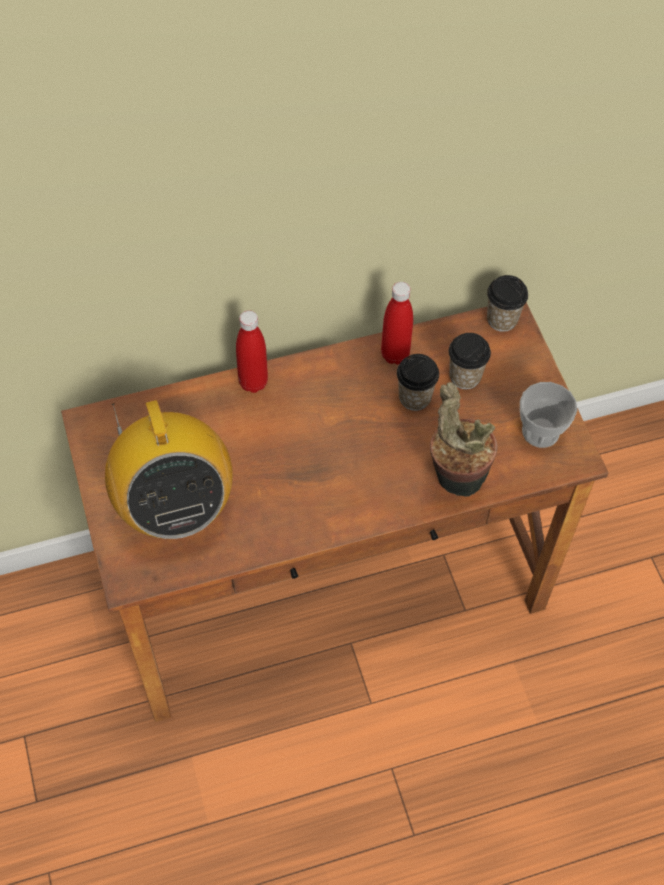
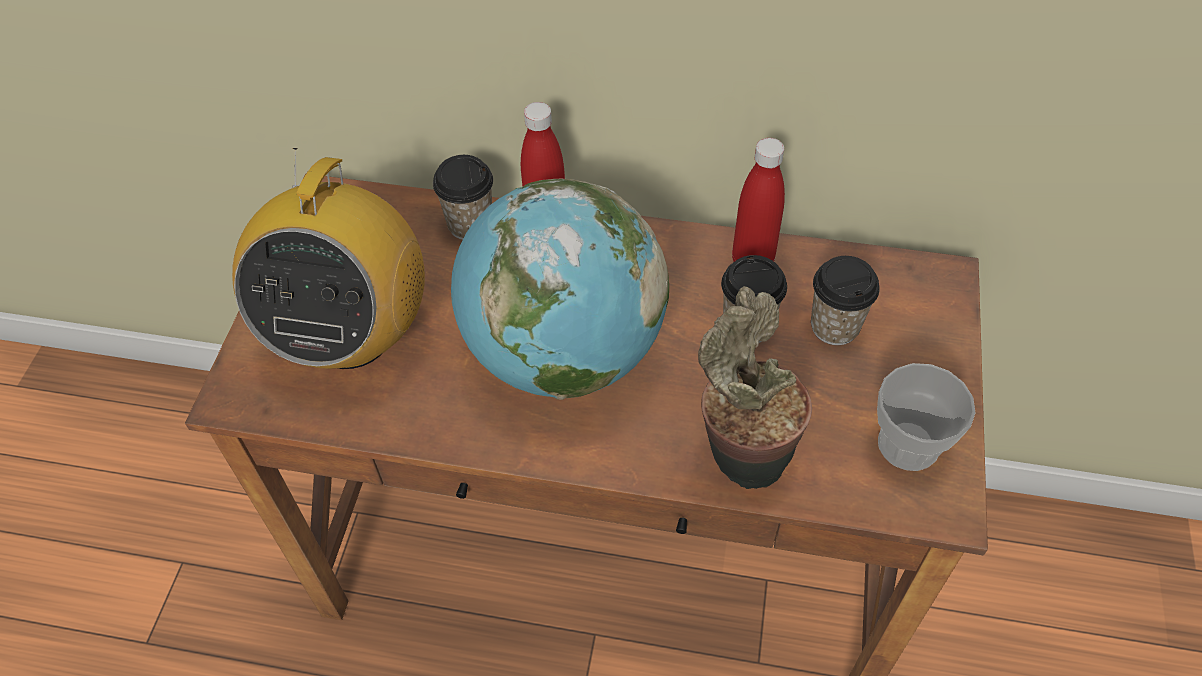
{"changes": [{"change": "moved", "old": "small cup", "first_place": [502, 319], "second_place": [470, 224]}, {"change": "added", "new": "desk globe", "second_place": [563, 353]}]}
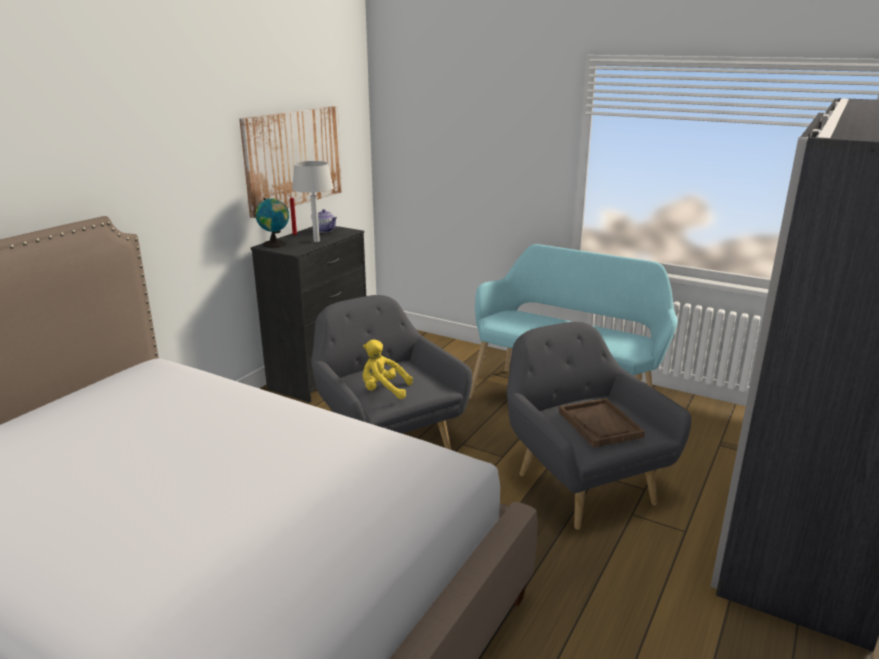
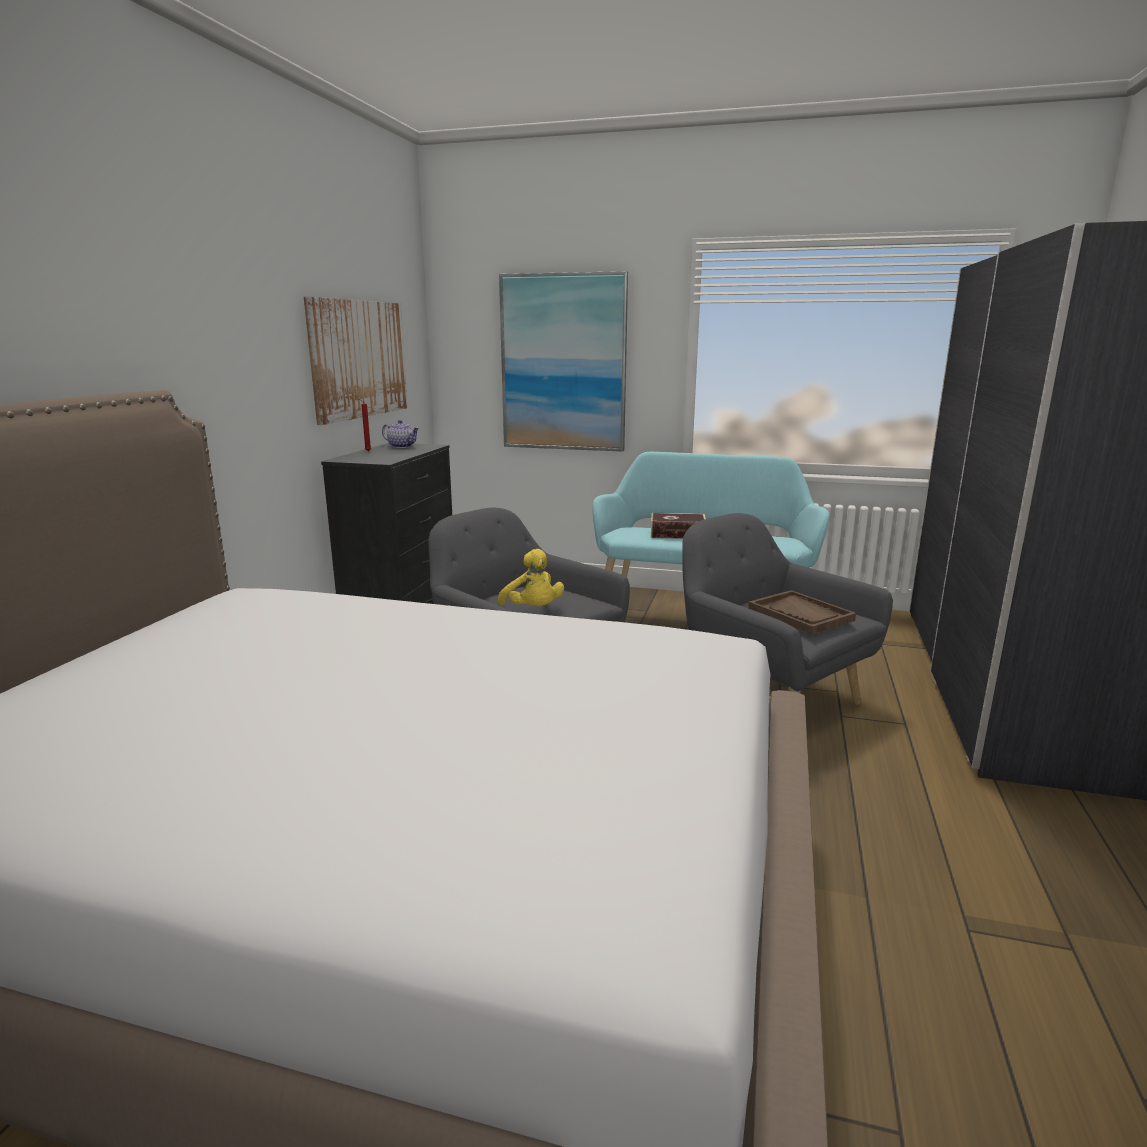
{"changes": [{"change": "removed", "old": "desk globe", "first_place": [275, 244]}, {"change": "removed", "old": "table lamp in gray", "first_place": [316, 241]}, {"change": "turned", "old": "plush toy in yellowish", "first_place": [383, 390], "second_place": [533, 610], "degrees": -120}, {"change": "added", "new": "picture", "second_place": [563, 363]}, {"change": "added", "new": "bound book", "second_place": [677, 534]}]}
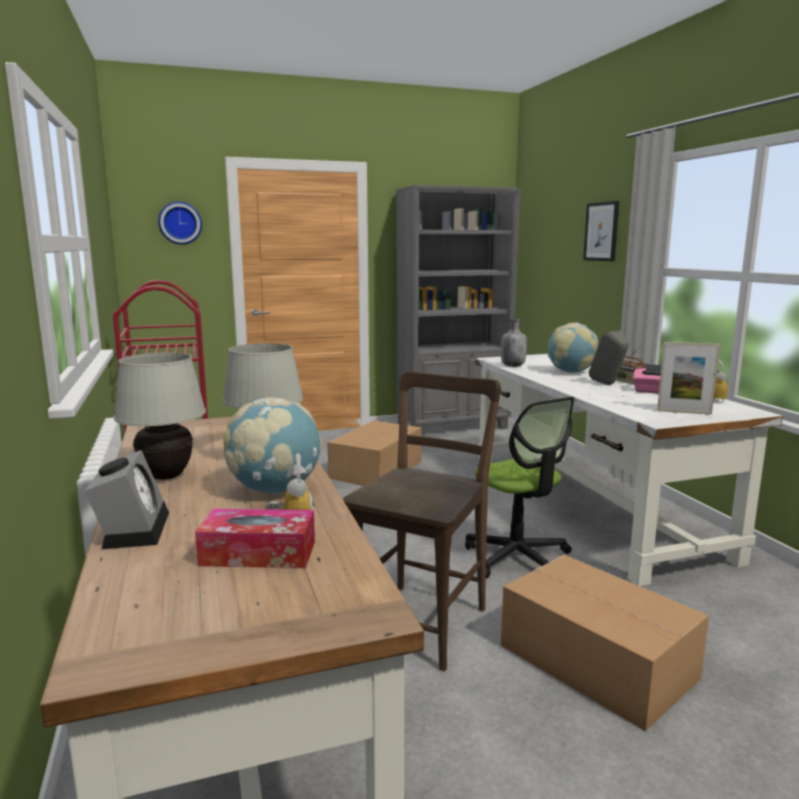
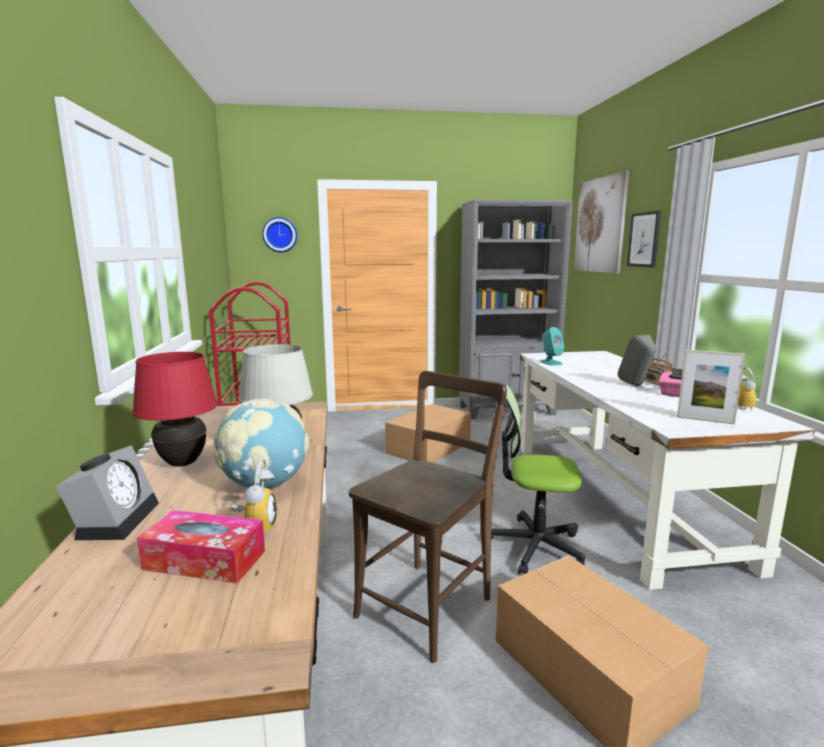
{"changes": [{"change": "recoloured", "old": "table lamp in white-coloured", "new": "table lamp in reddish", "first_place": [166, 477], "second_place": [182, 463]}, {"change": "turned", "old": "office chair", "first_place": [517, 558], "second_place": [535, 546], "degrees": 120}, {"change": "replaced", "old": "bottle in gray", "new": "audio speaker in blue-green", "first_place": [513, 366], "second_place": [550, 362]}, {"change": "removed", "old": "desk globe", "first_place": [571, 372]}, {"change": "added", "new": "picture", "second_place": [600, 225]}]}
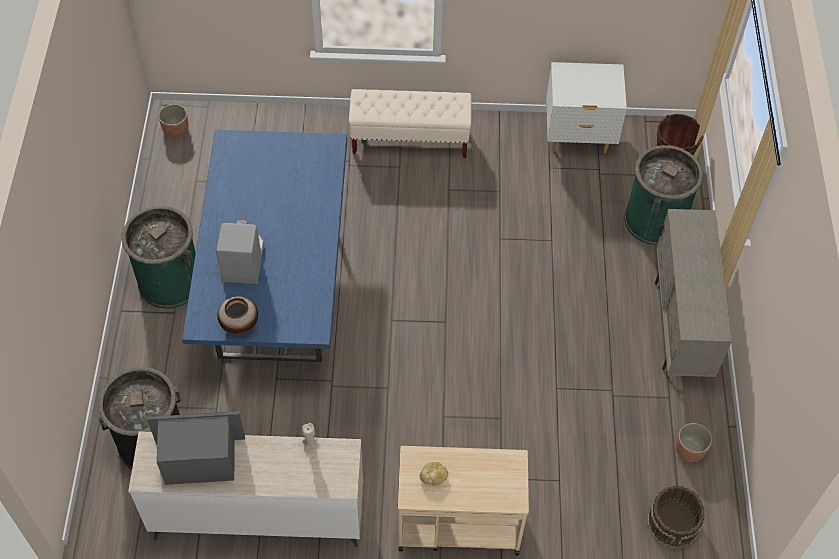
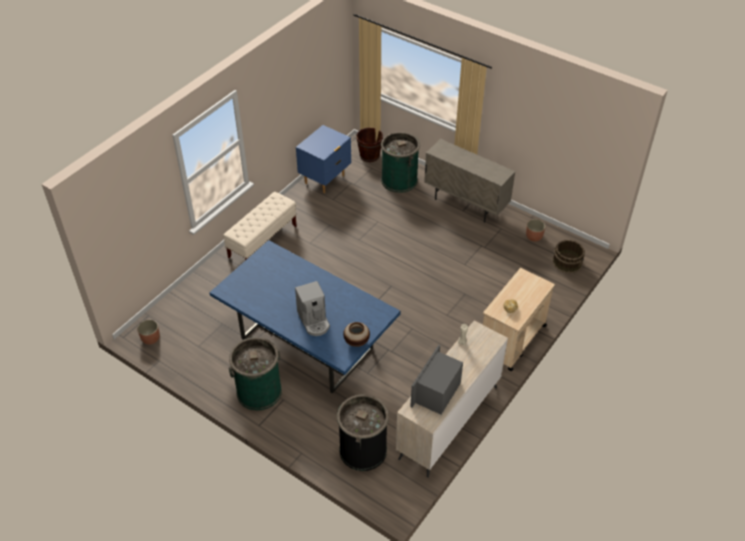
{"changes": [{"change": "turned", "old": "coffee maker", "first_place": [243, 260], "second_place": [314, 320], "degrees": -150}, {"change": "recoloured", "old": "nightstand in white-coloured", "new": "nightstand in blue", "first_place": [578, 138], "second_place": [325, 180]}]}
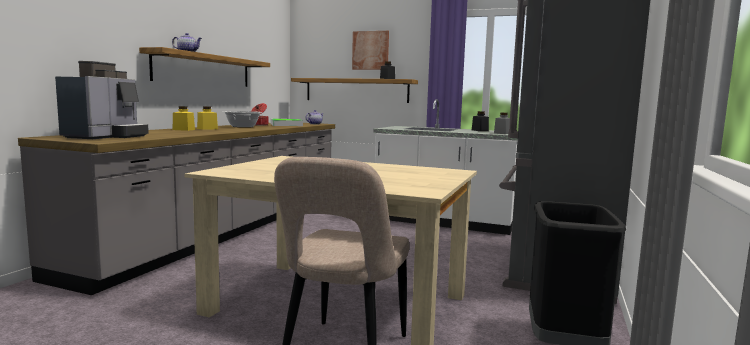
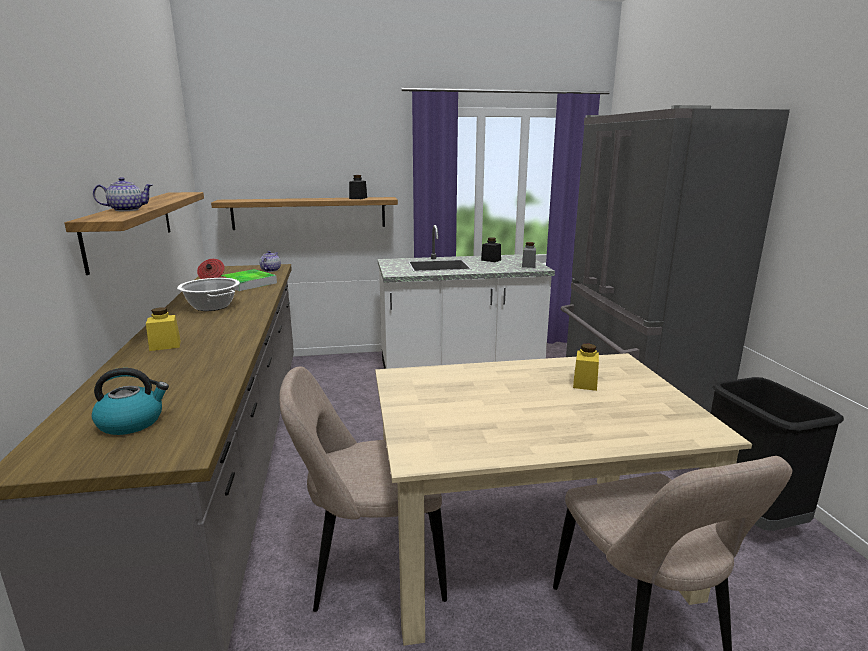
{"changes": [{"change": "replaced", "old": "coffee maker", "new": "tea kettle", "first_place": [106, 136], "second_place": [132, 422]}, {"change": "moved", "old": "jar in yellowish", "first_place": [207, 129], "second_place": [585, 383]}, {"change": "removed", "old": "picture", "first_place": [370, 50]}, {"change": "added", "new": "chair in beige-coloured", "second_place": [371, 569]}]}
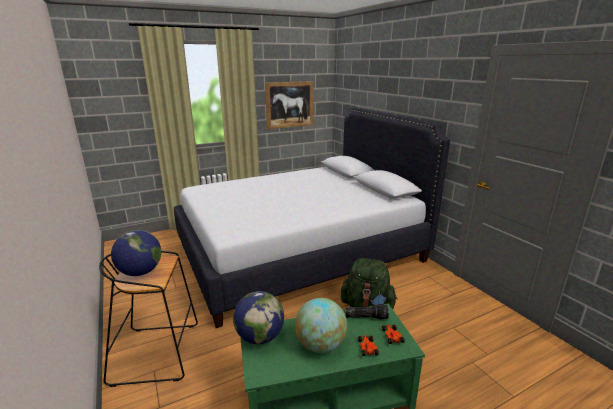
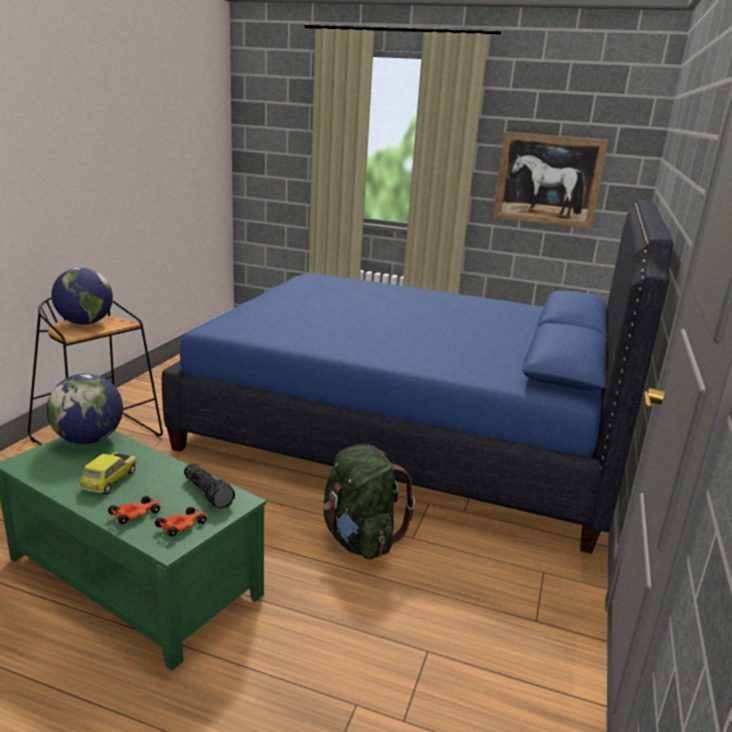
{"changes": [{"change": "recoloured", "old": "sleeping bed in white-coloured", "new": "sleeping bed in blue", "first_place": [299, 252], "second_place": [407, 431]}, {"change": "replaced", "old": "desk globe", "new": "miniature car", "first_place": [320, 345], "second_place": [109, 480]}]}
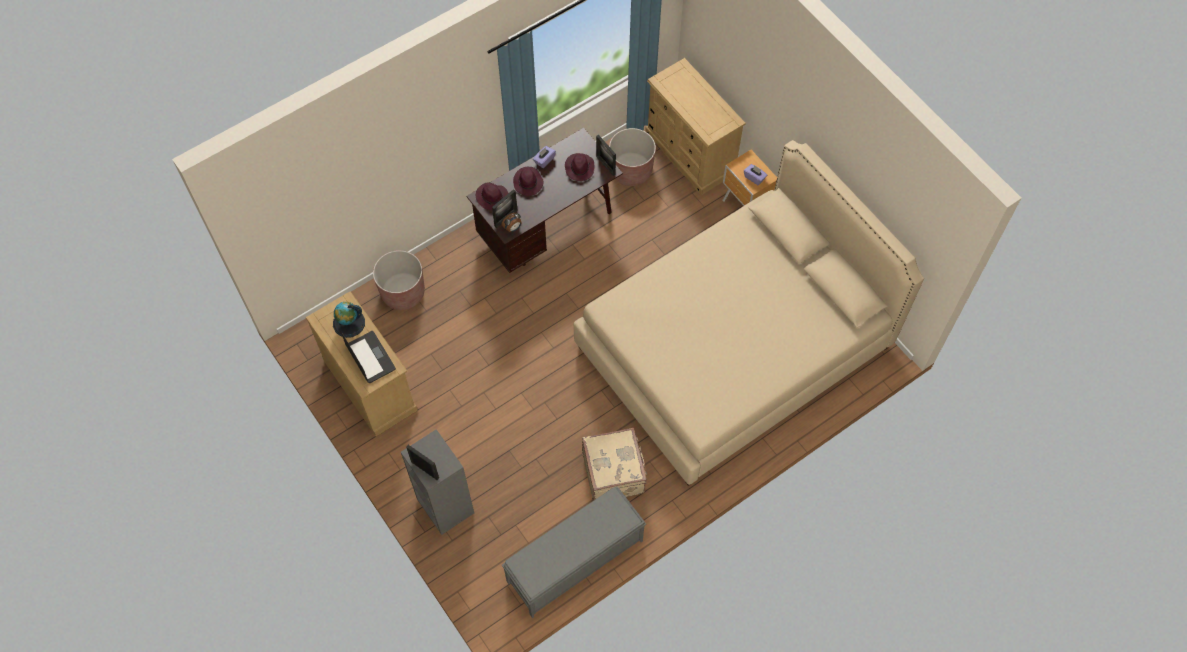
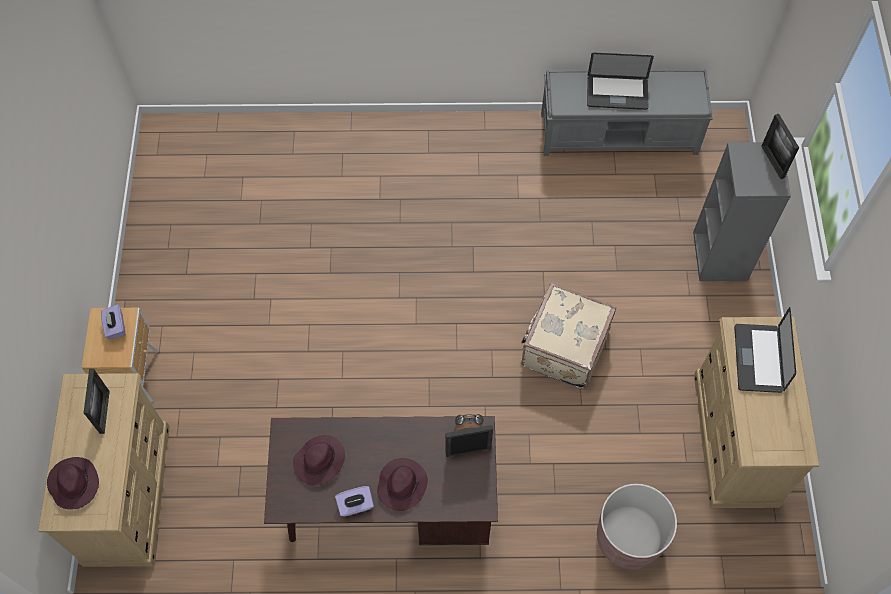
{"changes": [{"change": "removed", "old": "desk globe", "first_place": [349, 323]}, {"change": "moved", "old": "wearable hat in purple-coloured", "first_place": [493, 197], "second_place": [74, 483]}, {"change": "removed", "old": "sleeping bed in beige-coloured", "first_place": [733, 347]}, {"change": "moved", "old": "piece of luggage in beige-coloured", "first_place": [614, 472], "second_place": [563, 348]}, {"change": "moved", "old": "standing frame", "first_place": [605, 165], "second_place": [104, 412]}, {"change": "removed", "old": "plant pot in brown", "first_place": [631, 171]}, {"change": "added", "new": "notebook computer", "second_place": [617, 93]}]}
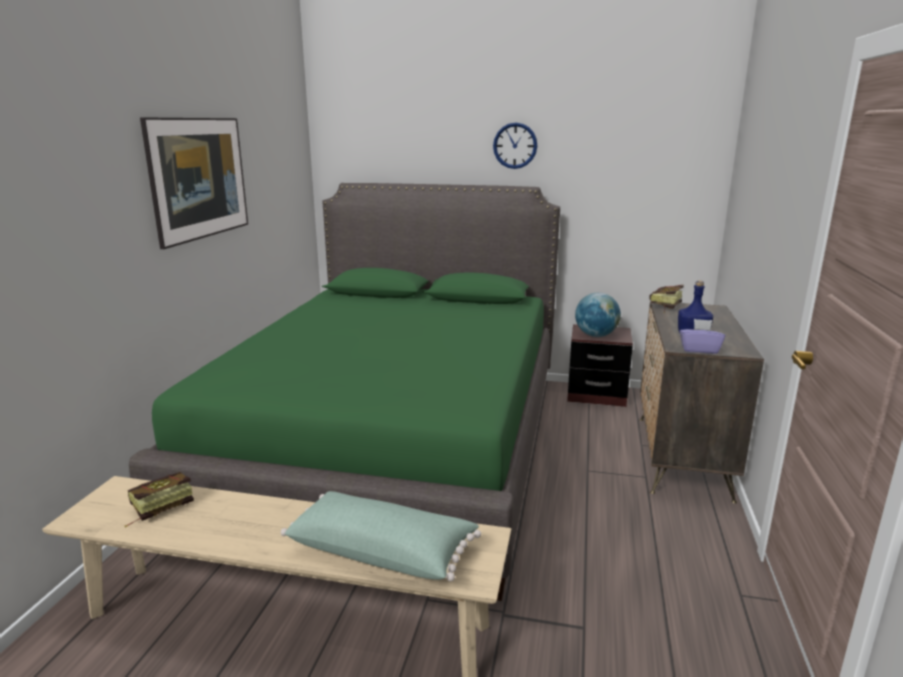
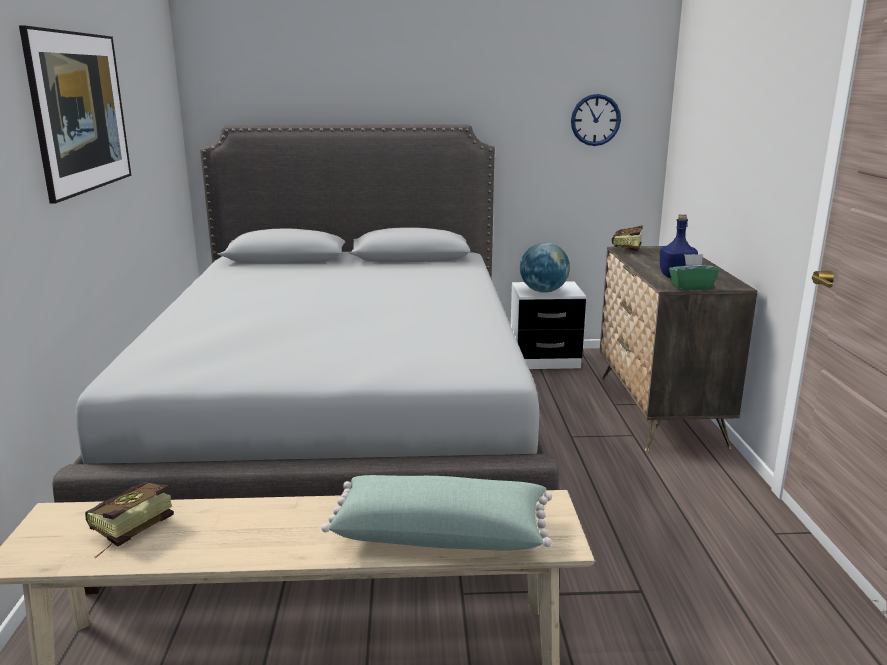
{"changes": [{"change": "recoloured", "old": "sleeping bed in green-coloured", "new": "sleeping bed in gray", "first_place": [395, 445], "second_place": [344, 437]}, {"change": "moved", "old": "wall clock", "first_place": [515, 145], "second_place": [595, 120]}, {"change": "recoloured", "old": "nightstand in brown", "new": "nightstand in white-coloured", "first_place": [596, 395], "second_place": [544, 360]}, {"change": "recoloured", "old": "tissue holder in purple-coloured", "new": "tissue holder in green-coloured", "first_place": [699, 349], "second_place": [691, 287]}]}
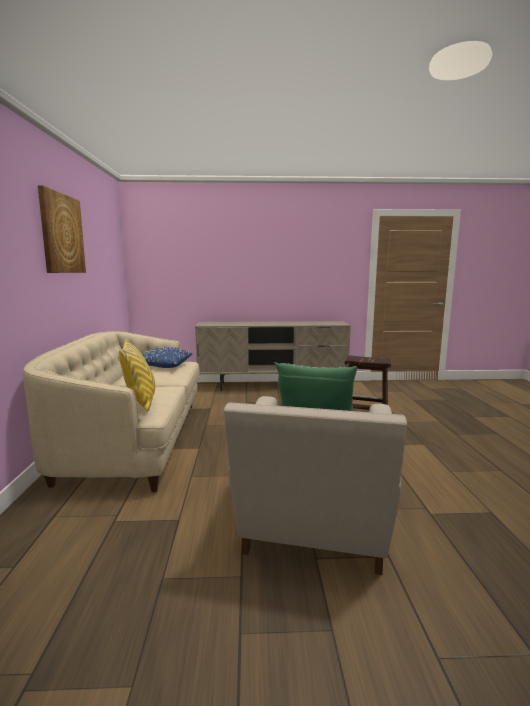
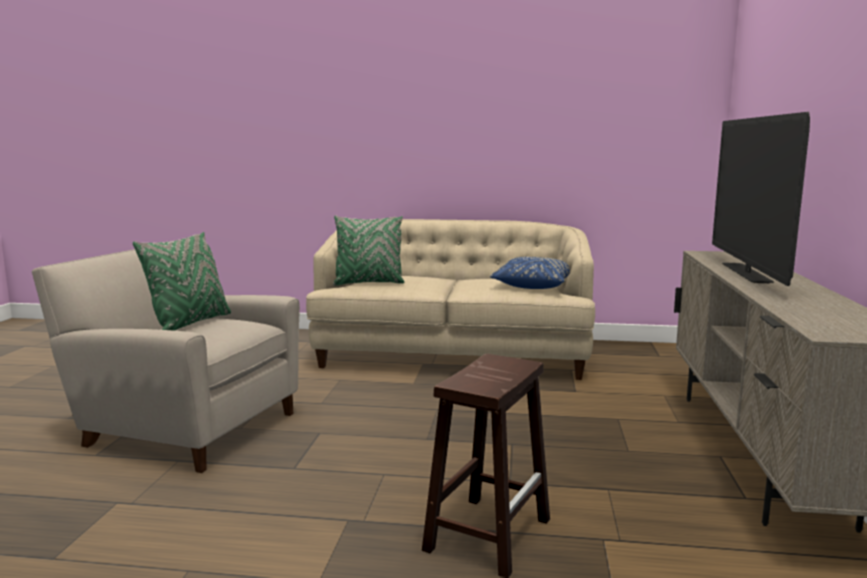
{"changes": [{"change": "removed", "old": "picture", "first_place": [61, 234]}, {"change": "recoloured", "old": "pillow in yellowish", "new": "pillow in green-coloured", "first_place": [140, 401], "second_place": [369, 283]}, {"change": "added", "new": "TV set", "second_place": [746, 273]}]}
